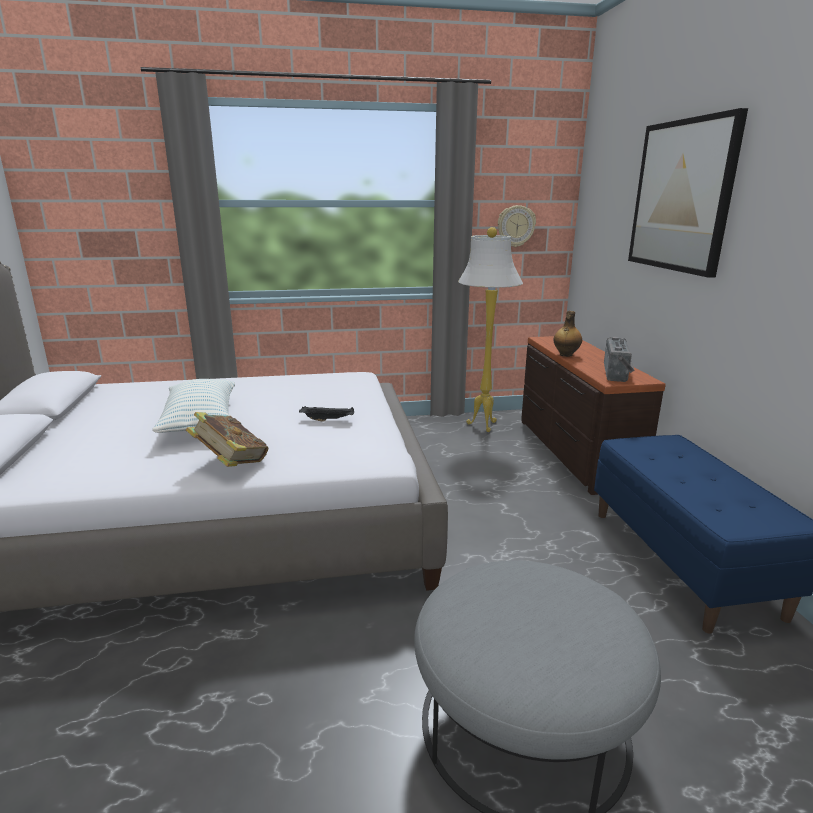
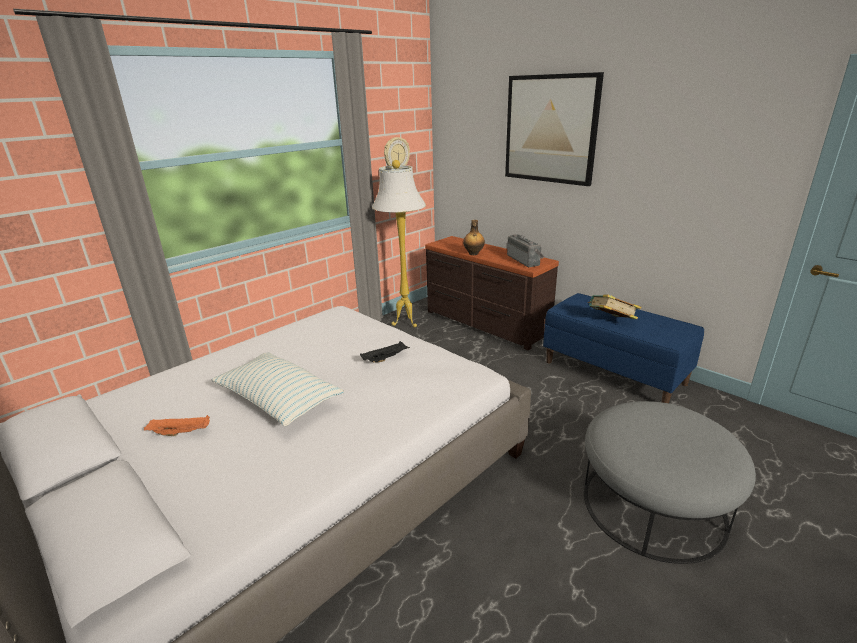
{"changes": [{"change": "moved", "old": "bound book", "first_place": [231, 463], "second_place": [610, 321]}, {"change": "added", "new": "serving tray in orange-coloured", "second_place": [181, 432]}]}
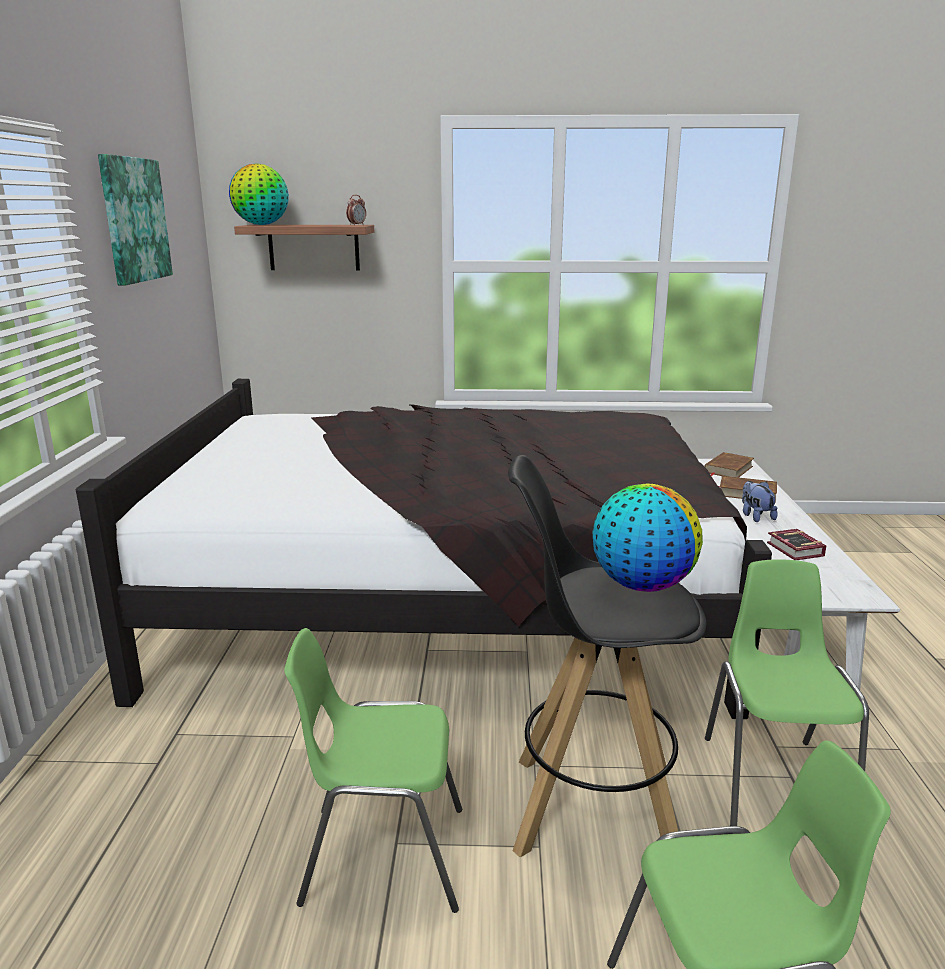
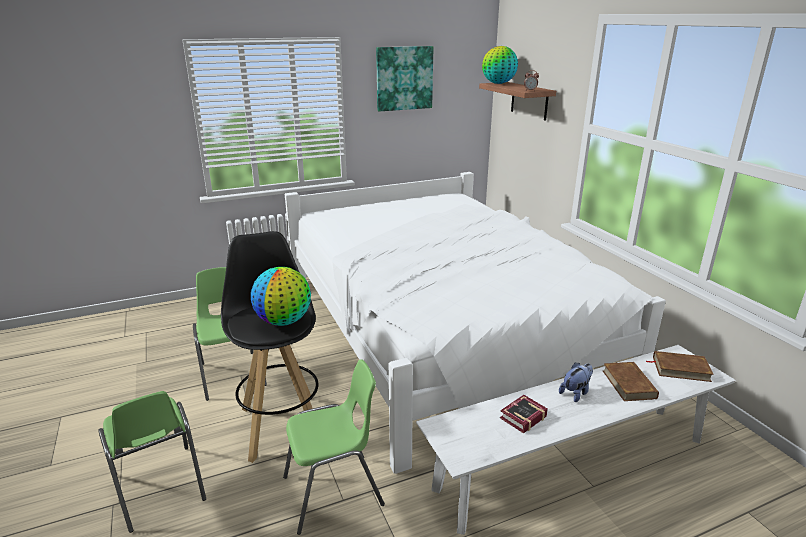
{"changes": [{"change": "recoloured", "old": "sleeping bed in black", "new": "sleeping bed in white-coloured", "first_place": [447, 599], "second_place": [443, 333]}]}
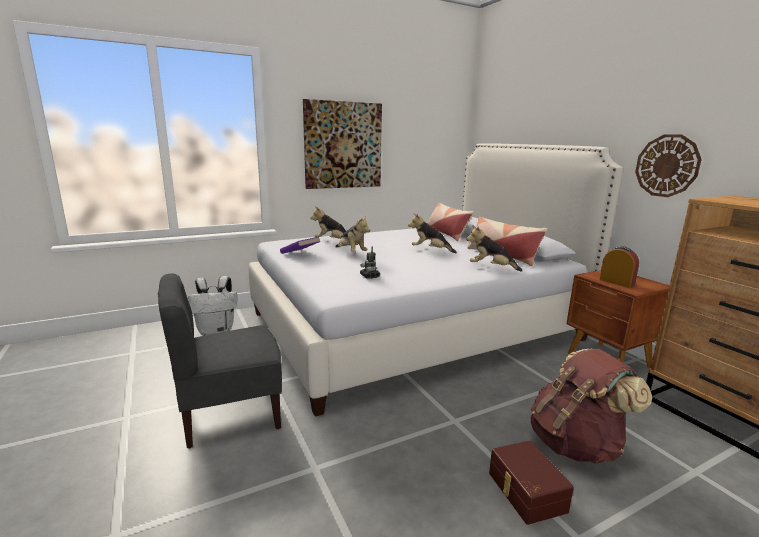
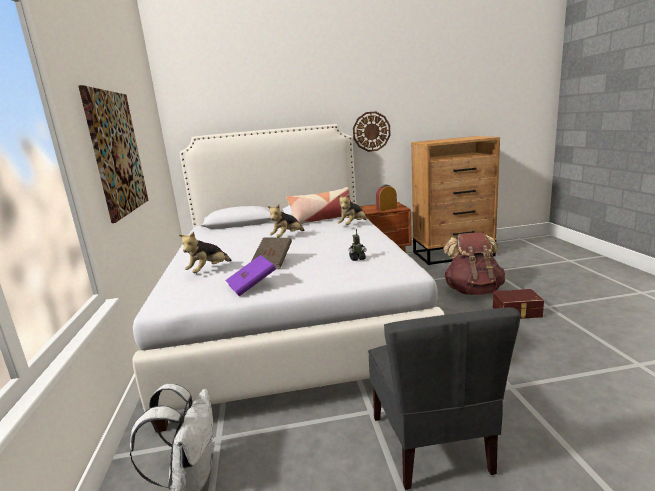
{"changes": [{"change": "replaced", "old": "plush toy", "new": "bound book in brown", "first_place": [351, 252], "second_place": [273, 262]}, {"change": "removed", "old": "pillow", "first_place": [446, 233]}]}
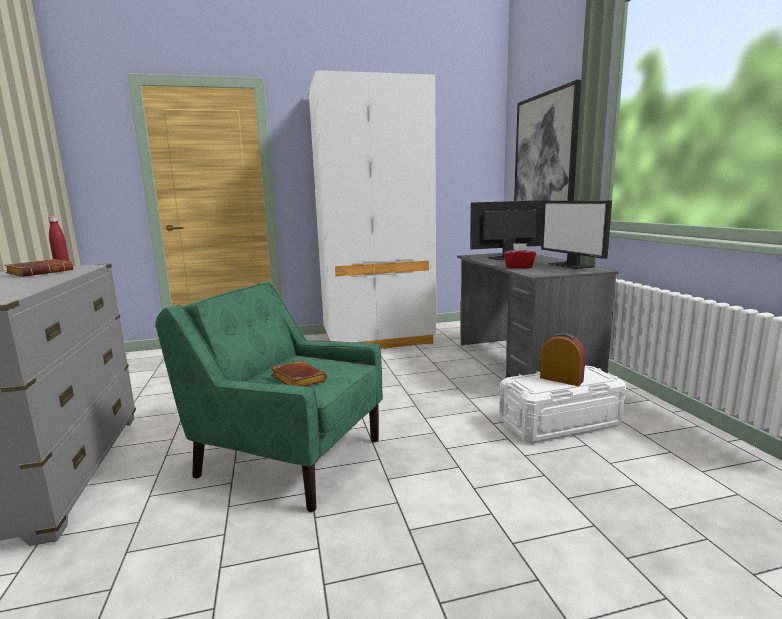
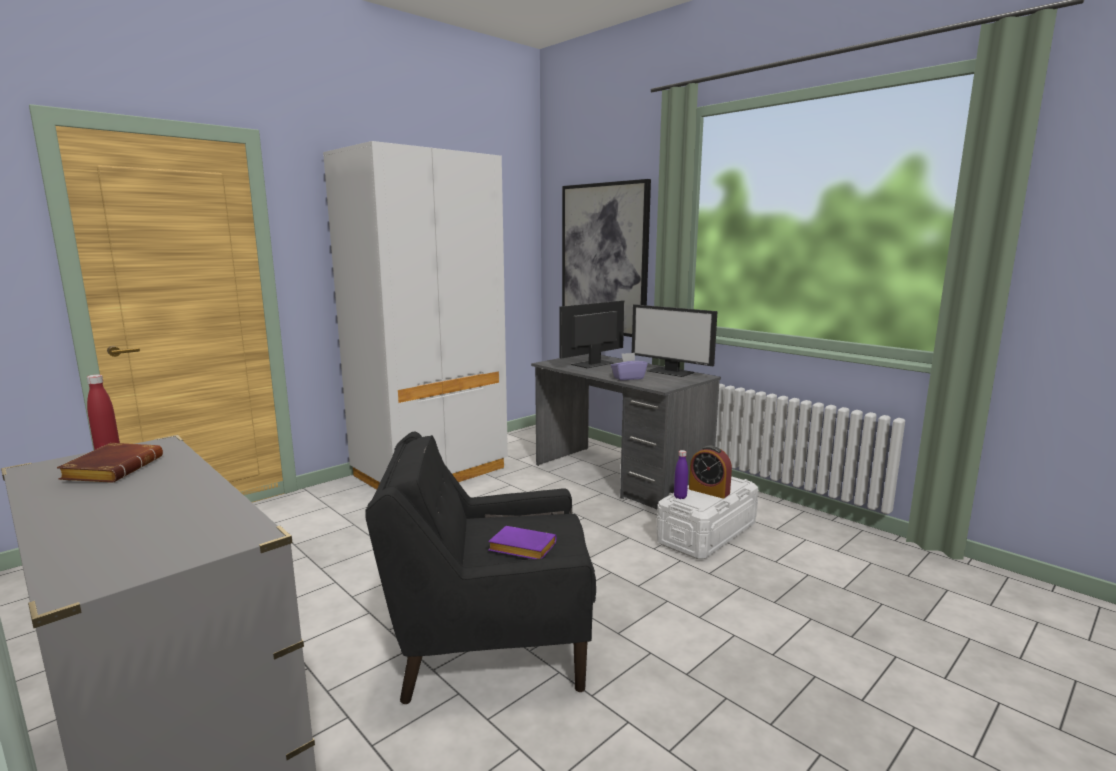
{"changes": [{"change": "recoloured", "old": "lounge chair in green-coloured", "new": "lounge chair in black", "first_place": [289, 456], "second_place": [490, 642]}, {"change": "recoloured", "old": "bound book in brown", "new": "bound book in purple-coloured", "first_place": [296, 380], "second_place": [520, 549]}, {"change": "recoloured", "old": "tissue holder in reddish", "new": "tissue holder in purple-coloured", "first_place": [519, 267], "second_place": [628, 378]}, {"change": "turned", "old": "bedside clock", "first_place": [561, 379], "second_place": [709, 491], "degrees": -150}, {"change": "added", "new": "bottle in purple-coloured", "second_place": [680, 497]}]}
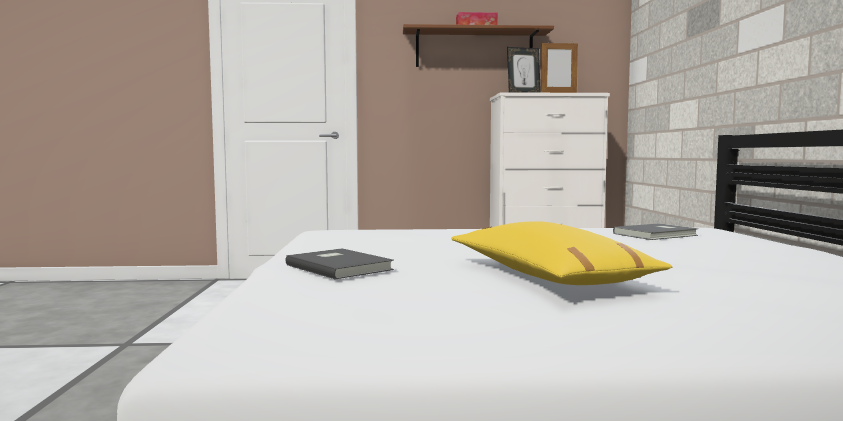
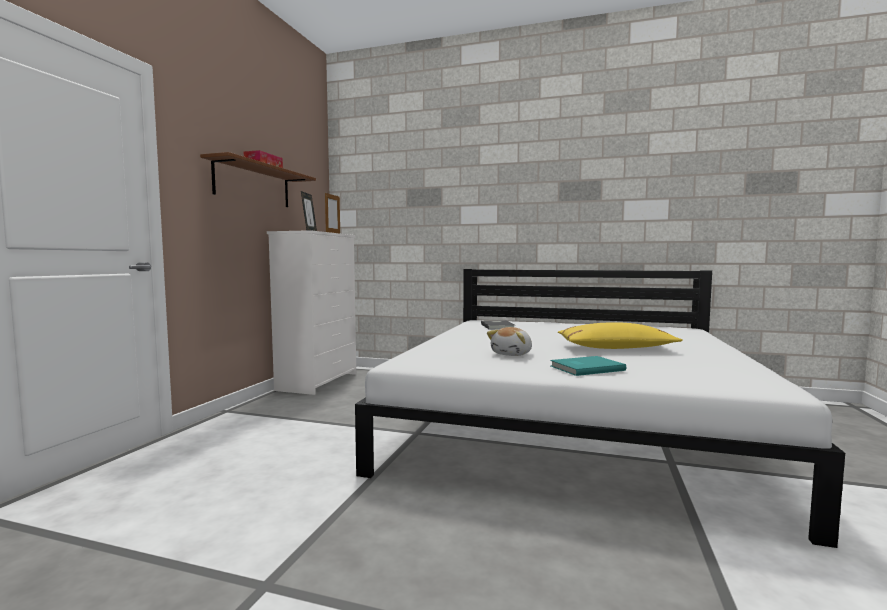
{"changes": [{"change": "recoloured", "old": "bound book in gray", "new": "bound book in blue-green", "first_place": [340, 266], "second_place": [585, 368]}, {"change": "added", "new": "plush toy", "second_place": [512, 354]}]}
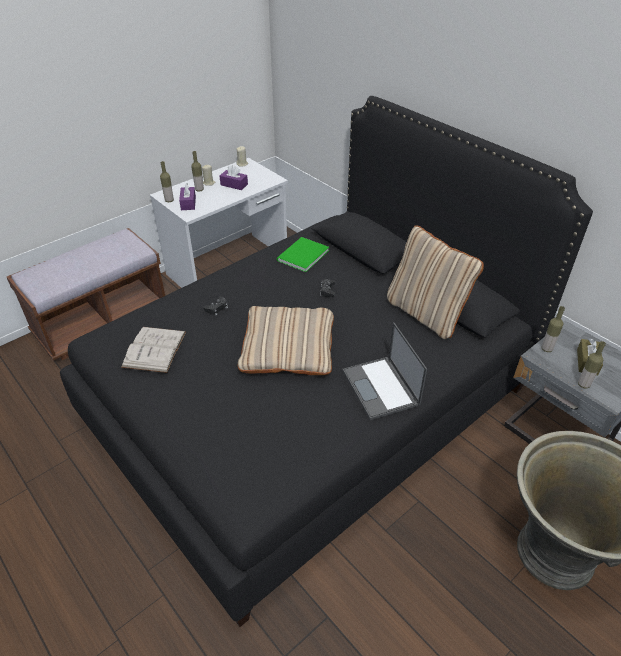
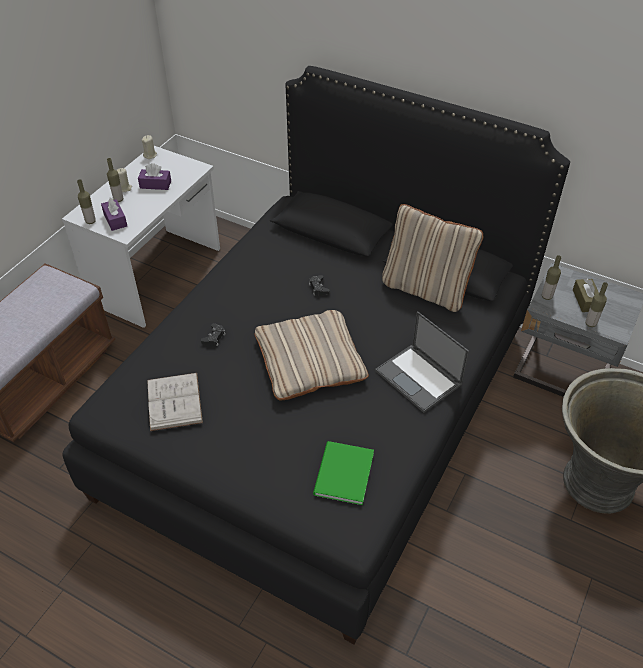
{"changes": [{"change": "moved", "old": "bound book in green-coloured", "first_place": [301, 256], "second_place": [342, 475]}]}
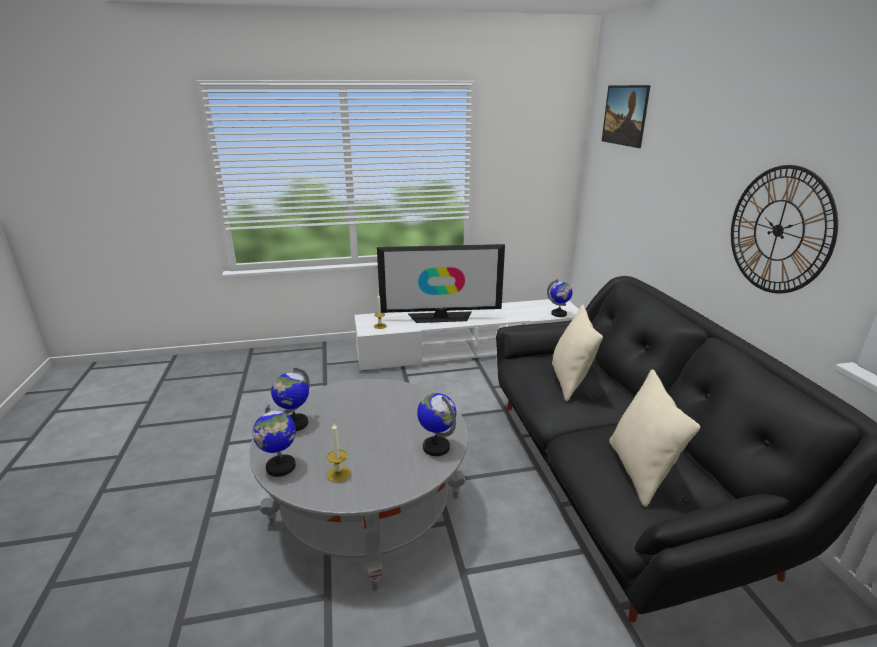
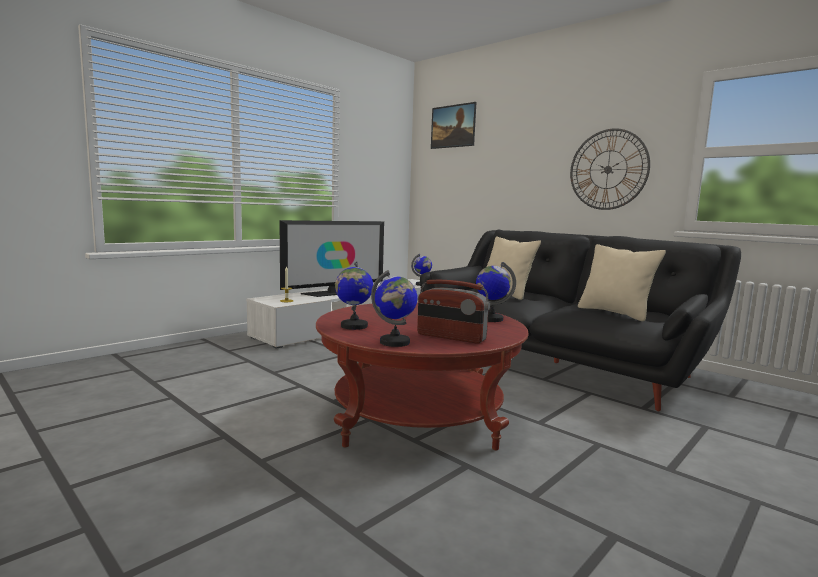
{"changes": [{"change": "recoloured", "old": "lounge table in gray", "new": "lounge table in reddish", "first_place": [367, 510], "second_place": [418, 415]}, {"change": "replaced", "old": "wax candle", "new": "radio set", "first_place": [339, 474], "second_place": [450, 337]}]}
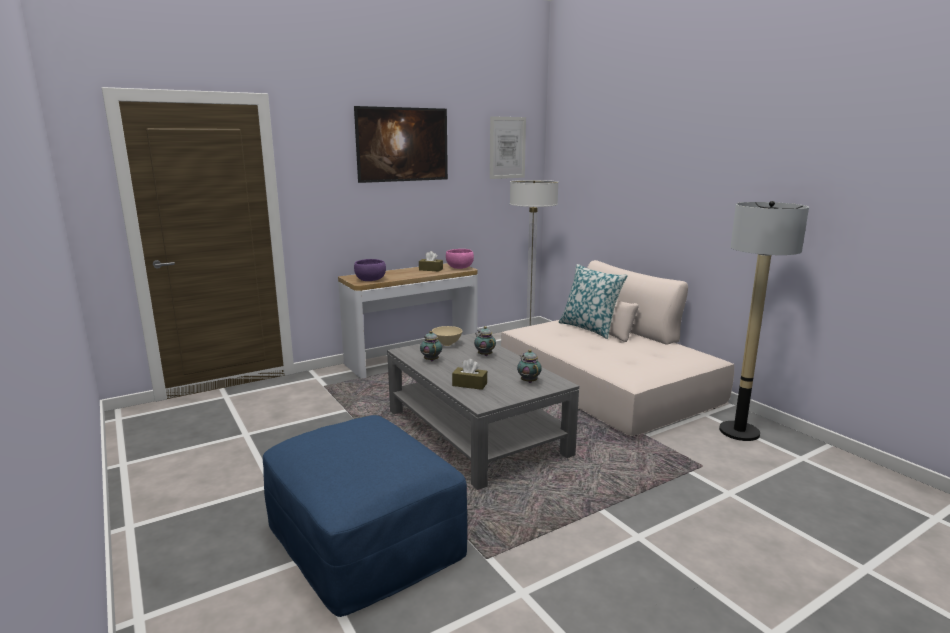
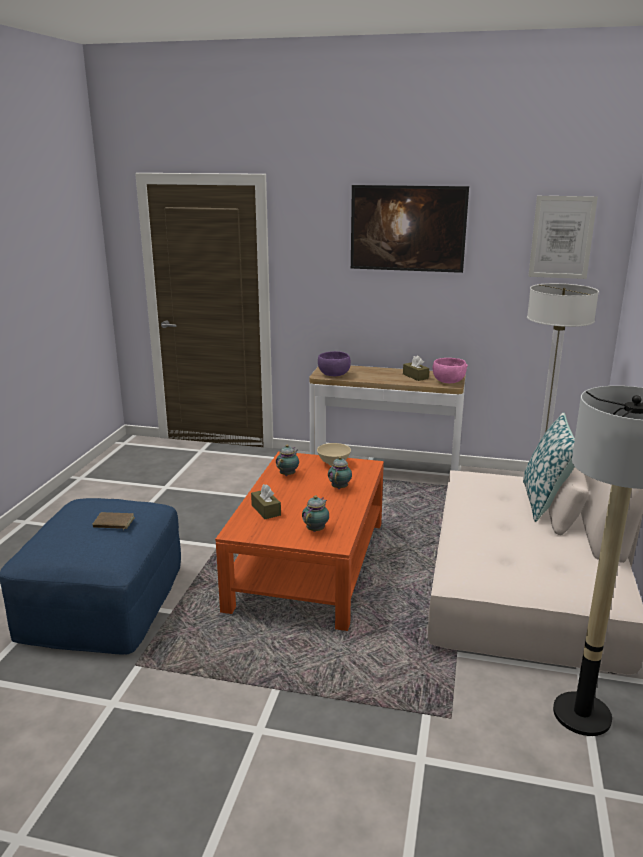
{"changes": [{"change": "recoloured", "old": "lounge table in gray", "new": "lounge table in orange-coloured", "first_place": [476, 432], "second_place": [309, 565]}, {"change": "added", "new": "bound book in brown", "second_place": [113, 523]}]}
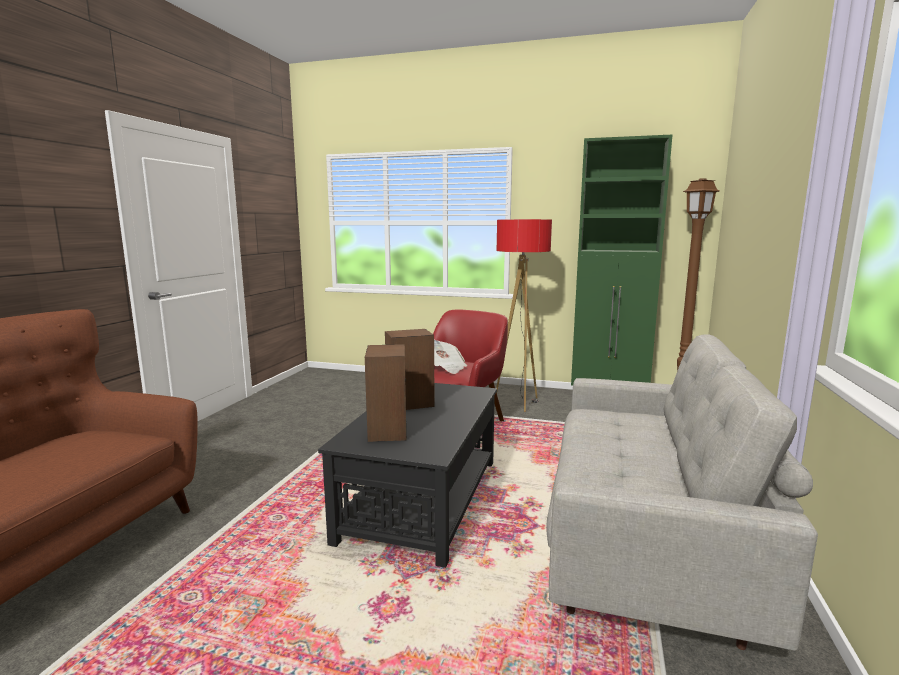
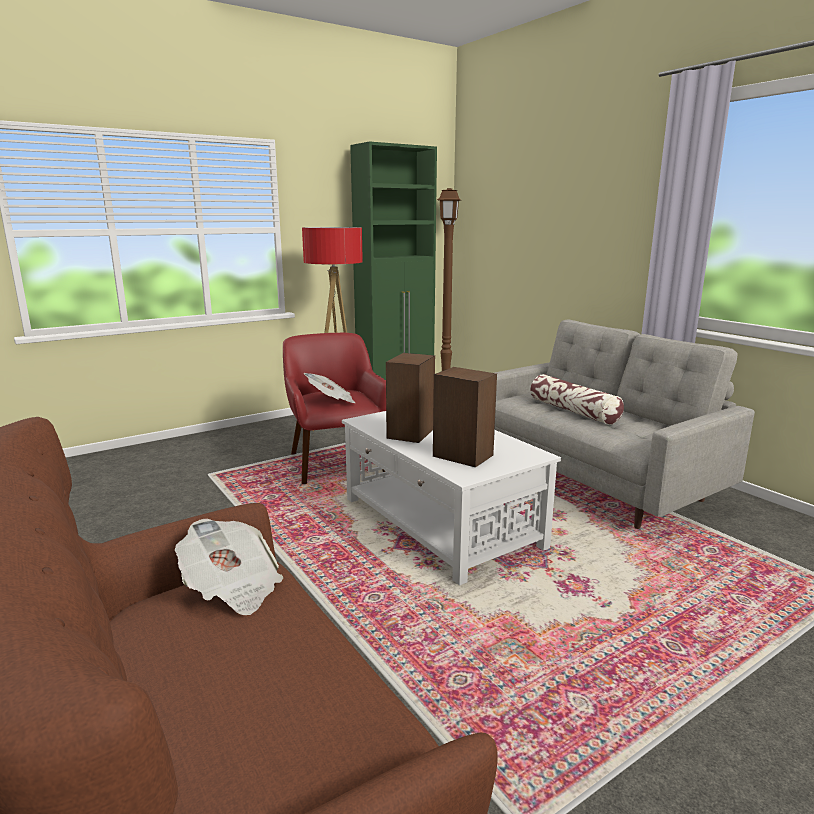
{"changes": [{"change": "recoloured", "old": "lounge table in black", "new": "lounge table in white-coloured", "first_place": [421, 499], "second_place": [440, 523]}, {"change": "added", "new": "newspaper", "second_place": [232, 588]}, {"change": "added", "new": "pillow", "second_place": [573, 411]}]}
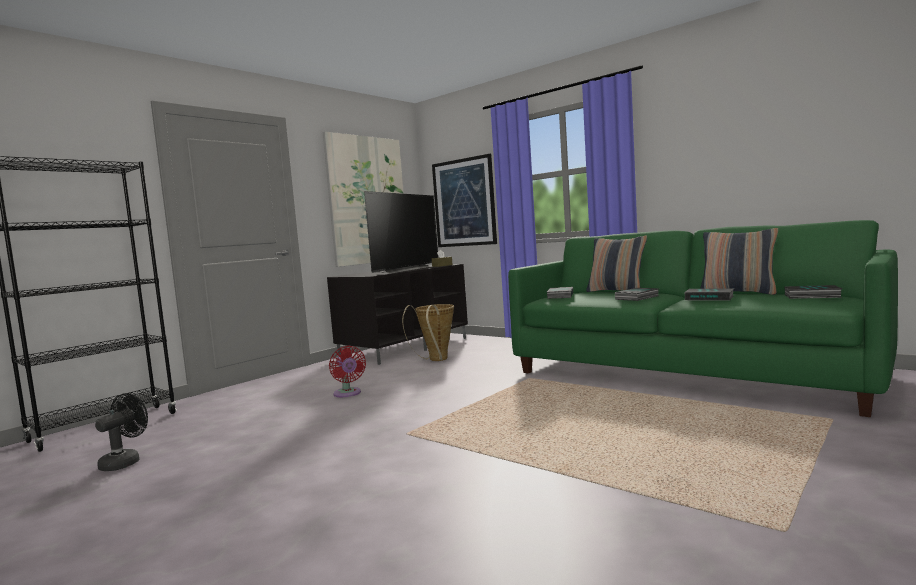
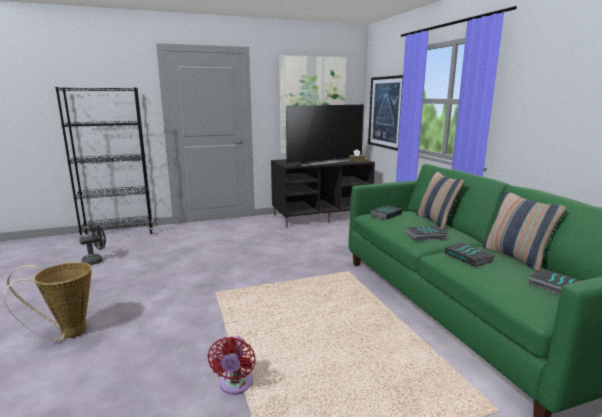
{"changes": [{"change": "moved", "old": "electric fan in reddish", "first_place": [348, 394], "second_place": [235, 385]}, {"change": "moved", "old": "household basket", "first_place": [436, 360], "second_place": [67, 334]}]}
